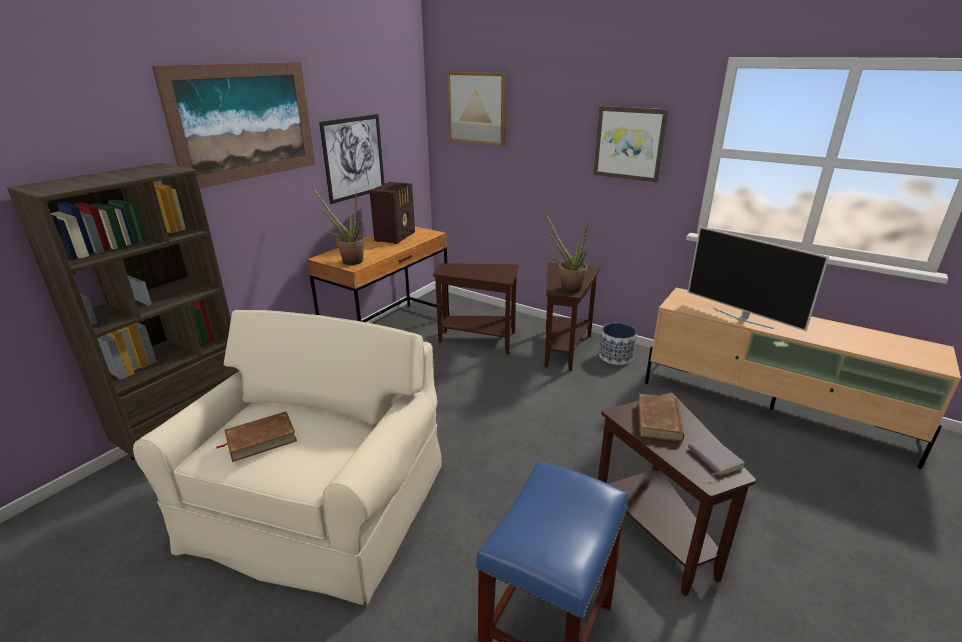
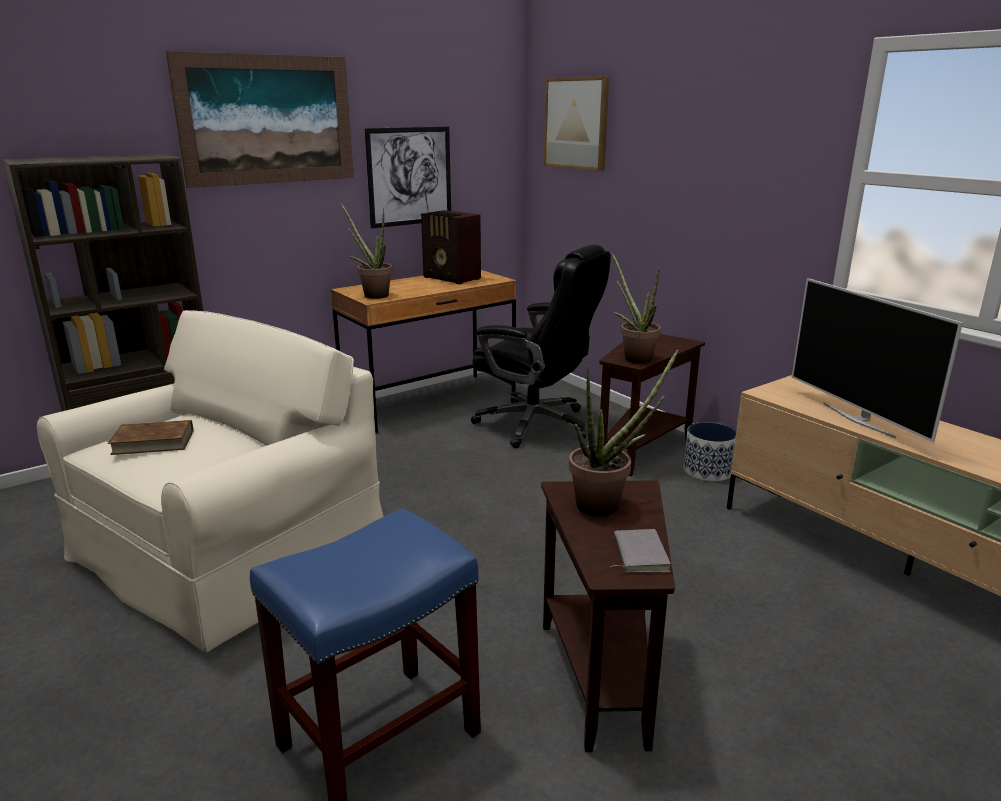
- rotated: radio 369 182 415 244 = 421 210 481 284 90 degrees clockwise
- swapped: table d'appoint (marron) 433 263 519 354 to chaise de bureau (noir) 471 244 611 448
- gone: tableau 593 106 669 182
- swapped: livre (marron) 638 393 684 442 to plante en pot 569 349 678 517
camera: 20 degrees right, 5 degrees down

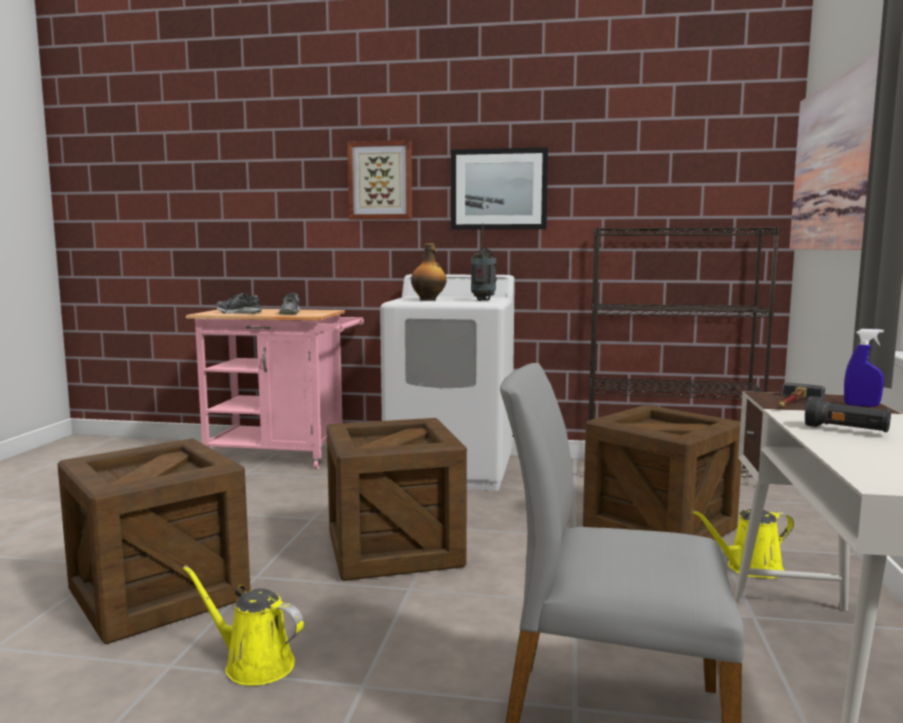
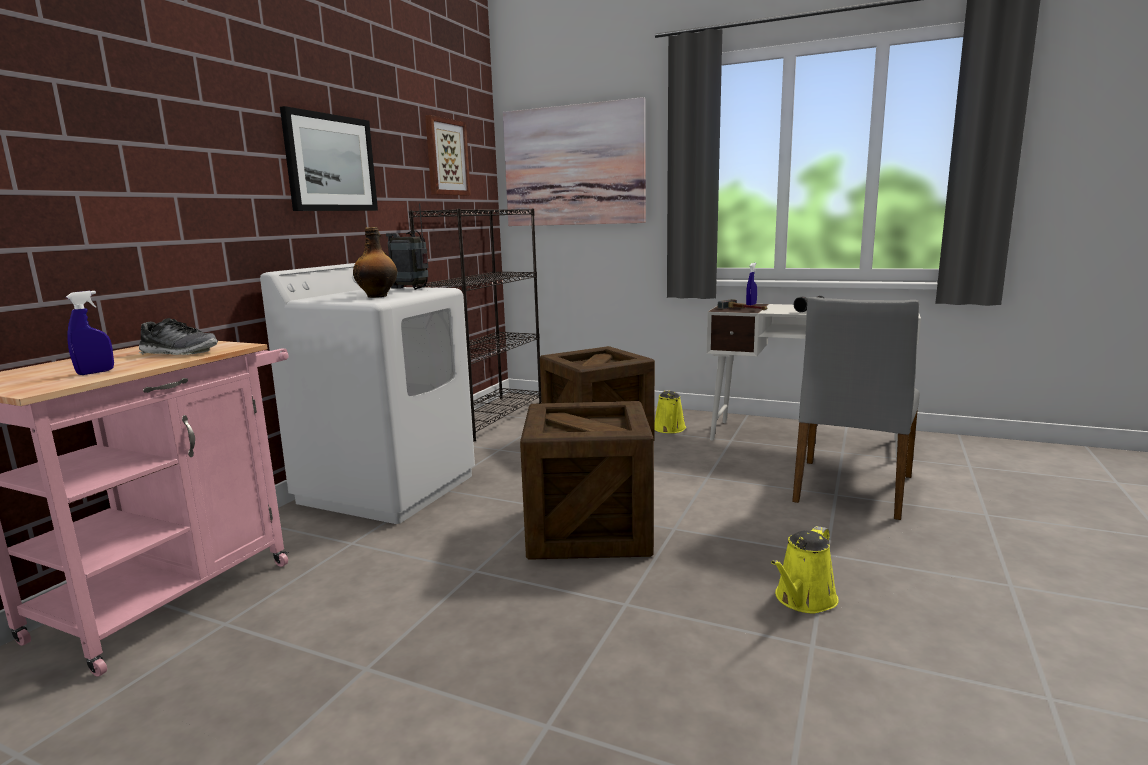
- gone: caisse 57 438 250 644
- swapped: chaussure 216 293 263 314 to vaporisateur (bleu) 66 291 114 375
- shifted: tableau 347 140 412 220 to 425 115 471 196
camera: 75 degrees left, 5 degrees up

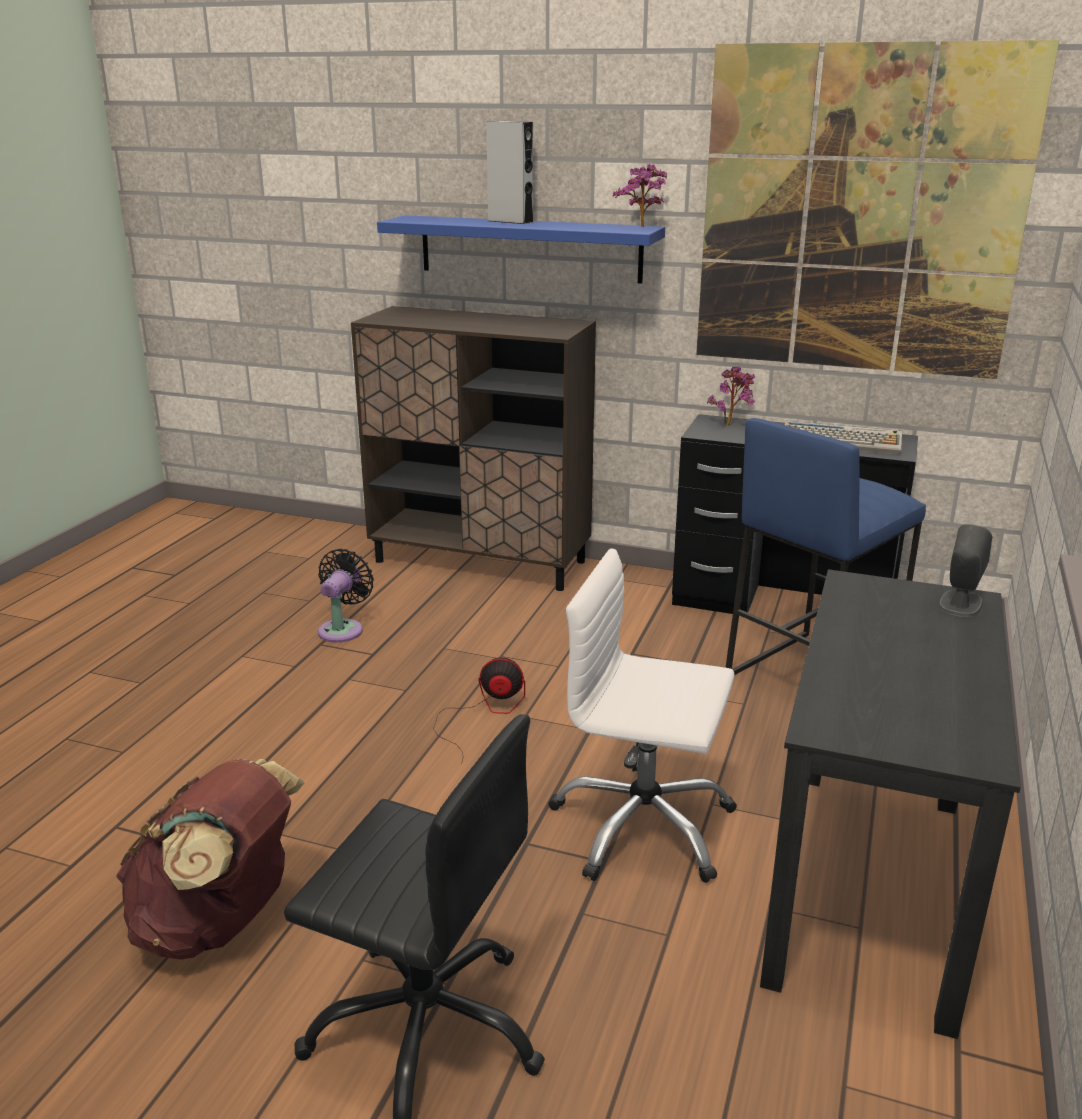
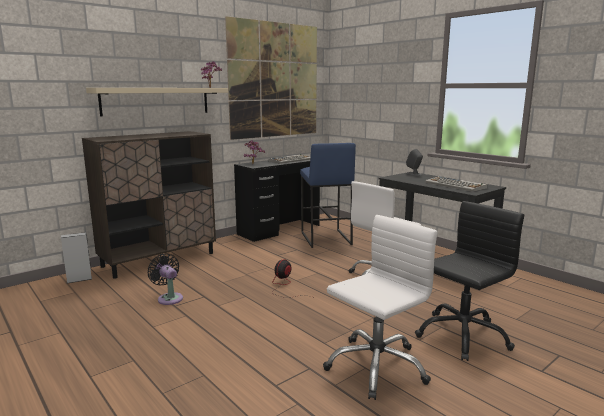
- swapped: sac à dos (marron) 116 759 305 959 to chaise de bureau (blanc) 323 215 438 400
- repainted: étagère (bleu) 377 215 665 284 to étagère (beige) 86 88 228 117
- shifted: enceinte (gris) 486 121 533 224 to 61 232 92 283
- new: clavier 425 176 487 192
camera: 60 degrees left, 10 degrees down

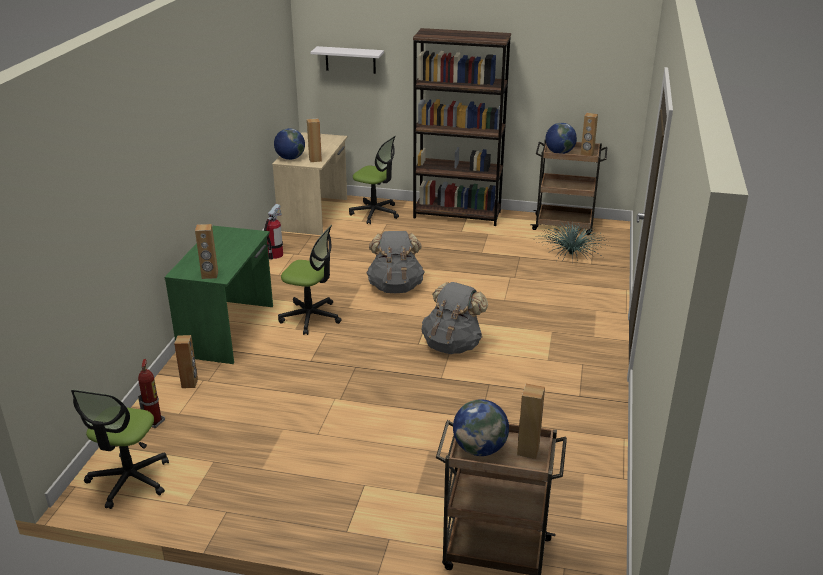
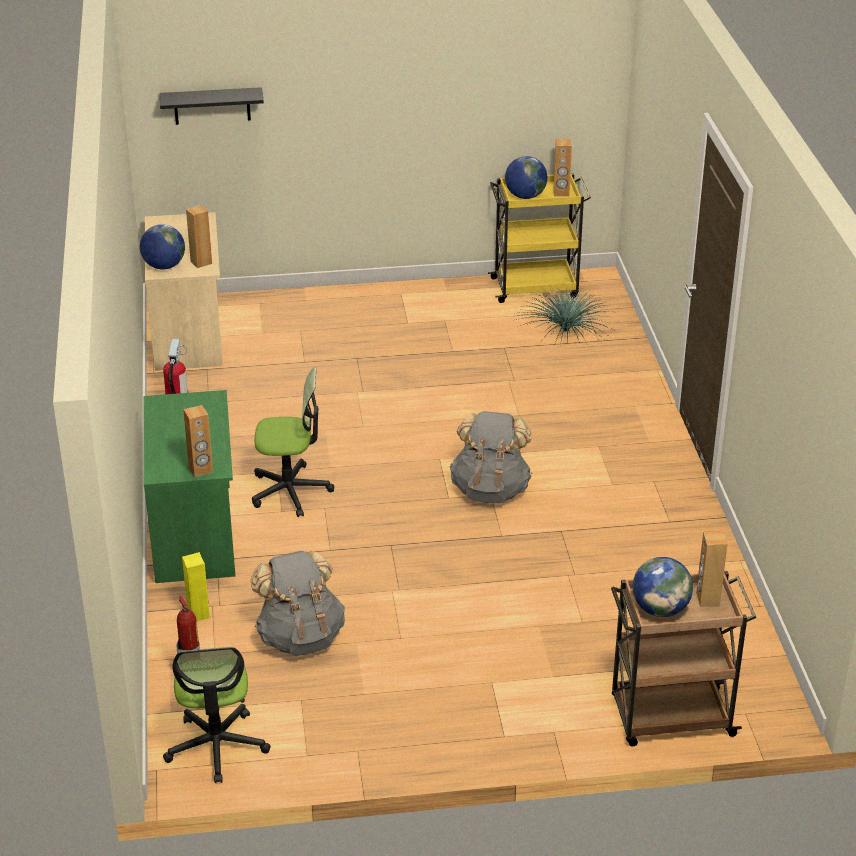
- repainted: enceinte (marron) 174 335 198 388 to enceinte (jaune) 182 552 210 621
- repainted: étagère (blanc) 311 46 384 74 to étagère (noir) 160 87 264 125
- gone: chaise de bureau 349 136 399 224
- shifted: sac à dos (gris) 366 231 425 293 to 250 551 345 656
- gone: bibliothèque (marron) 413 28 511 226
- repainted: chariot (marron) 530 141 607 235 to chariot (jaune) 488 173 591 303
camera: 20 degrees left, 5 degrees up

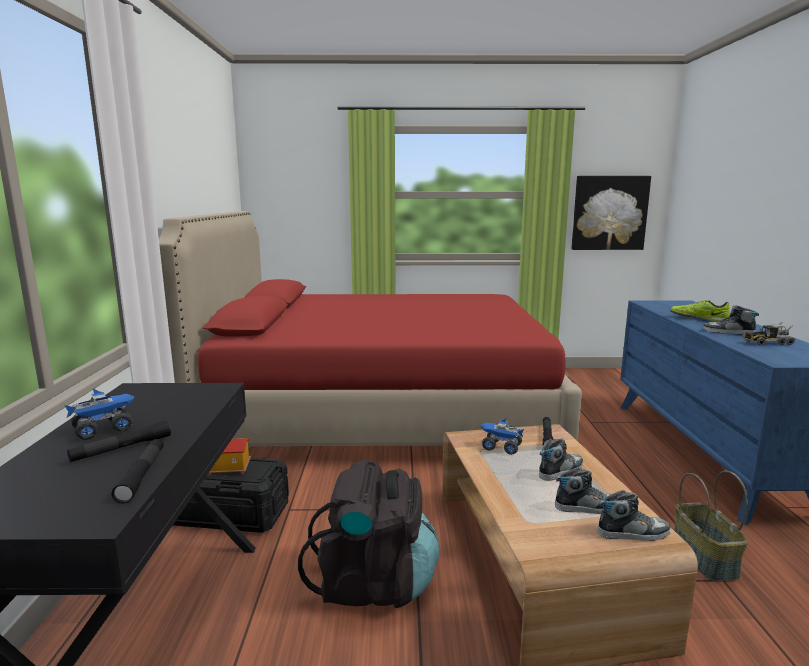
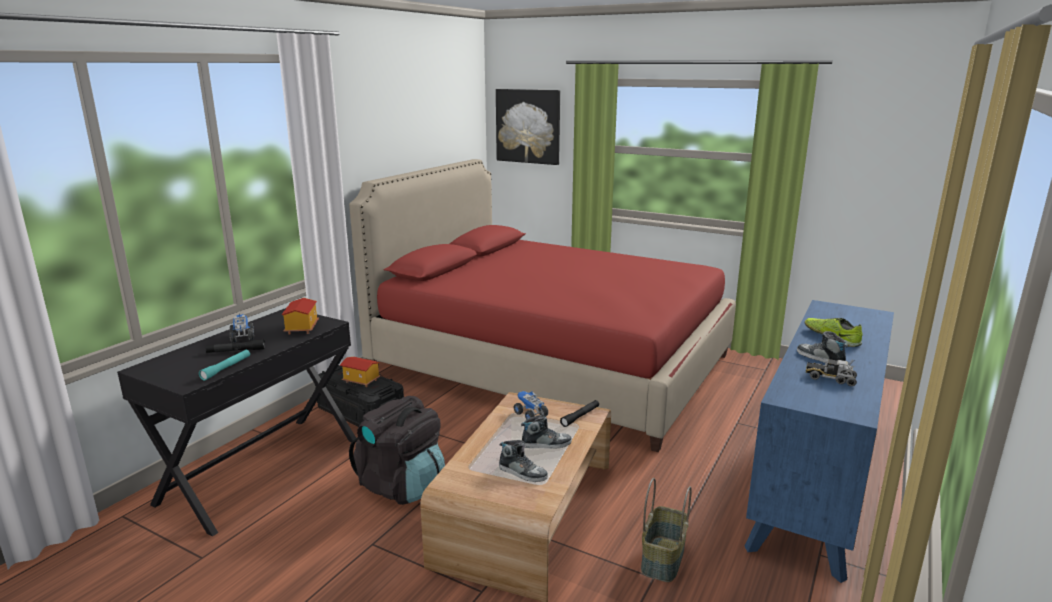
- rotated: camion jouet 64 388 135 440 = 229 314 255 343 105 degrees counterclockwise
- repainted: lampe de poche (noir) 112 439 164 503 to lampe de poche (turquoise) 199 350 250 380
- shifted: tableau 571 176 651 250 to 496 89 560 165
- gone: chaussure 598 490 670 541
- new: maison miniature 282 298 319 335
camera: 30 degrees right, 5 degrees up

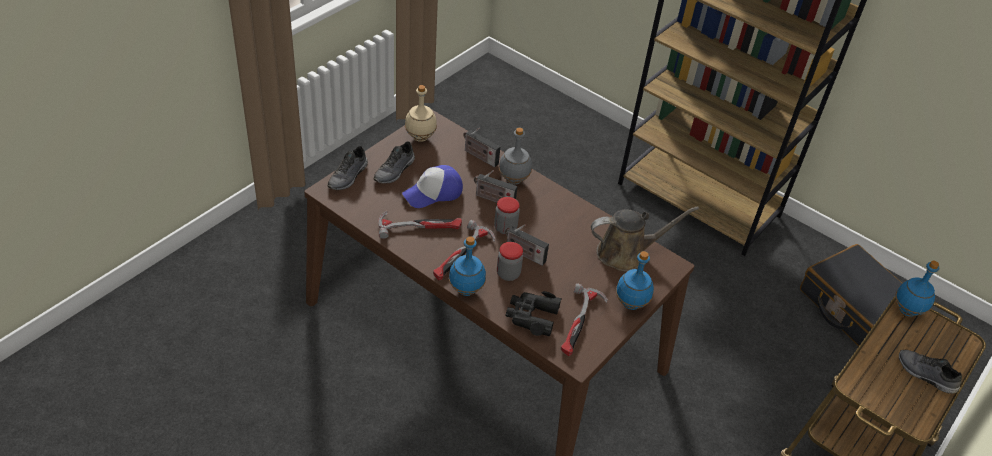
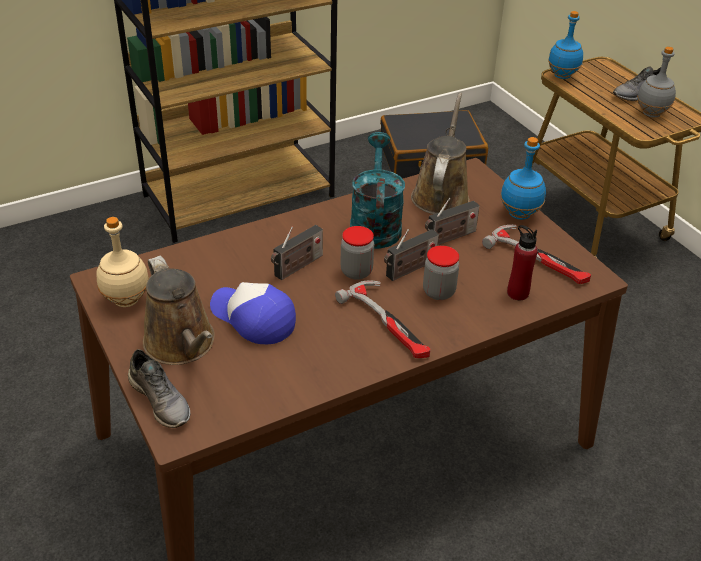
- swapped: chaussure (gris) 373 141 415 184 to arrosoir (marron) 143 256 215 365
- gone: marteau 378 211 462 239
- rotated: casquette 402 165 463 208 = 210 282 296 344 135 degrees clockwise
- gone: bouteille (bleu) 449 236 486 296
- shifted: radio 463 127 500 167 to 425 197 480 245
- shifted: bouteille (gris) 499 128 532 185 to 637 47 676 117
- swapped: jumelles (noir) 505 291 562 337 to bouteille (rouge) 507 225 538 300
- new: arrosoir (turquoise) 350 132 405 249
camera: 65 degrees left, 5 degrees down

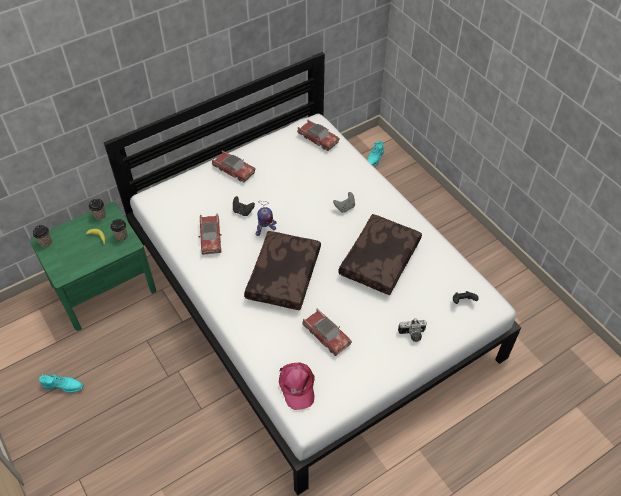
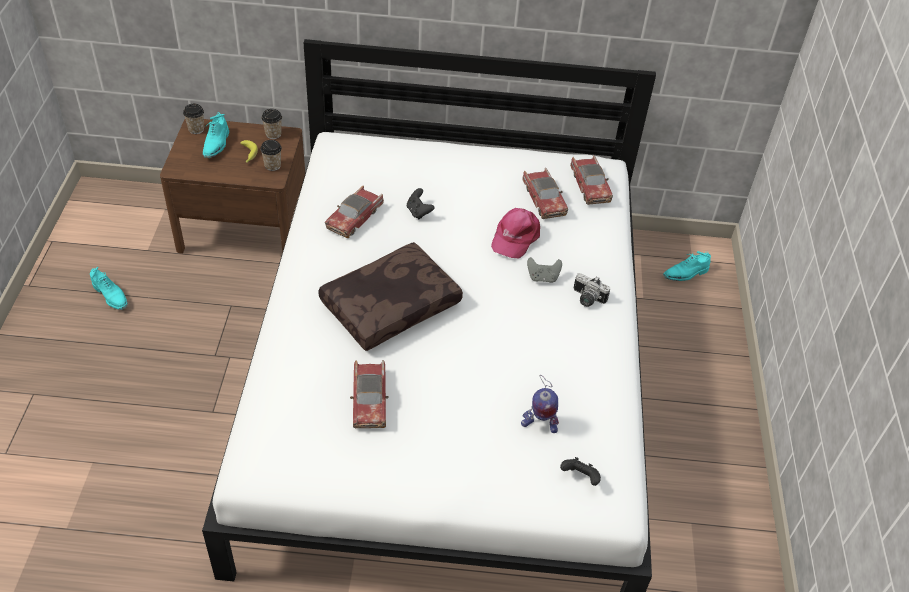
- repainted: table de chevet (vert) 30 202 156 331 to table de chevet (marron) 160 119 305 254
- shifted: petite voiture 212 151 256 183 to 522 168 568 219
- shifted: robot jouet 256 201 277 236 to 521 375 559 433
- shifted: casquette (rose) 279 362 314 410 to 491 208 540 258
- gone: coussin (marron) 338 214 422 295
- shifted: appareil photo 398 319 427 342 to 574 273 610 307
- new: chaussure (turquoise) 203 112 229 158
camera: 35 degrees right, 5 degrees down

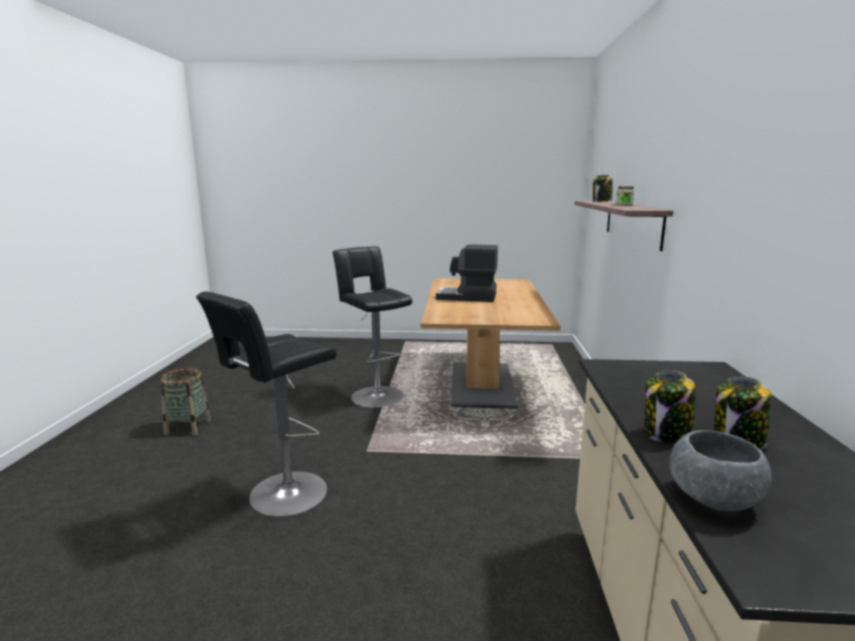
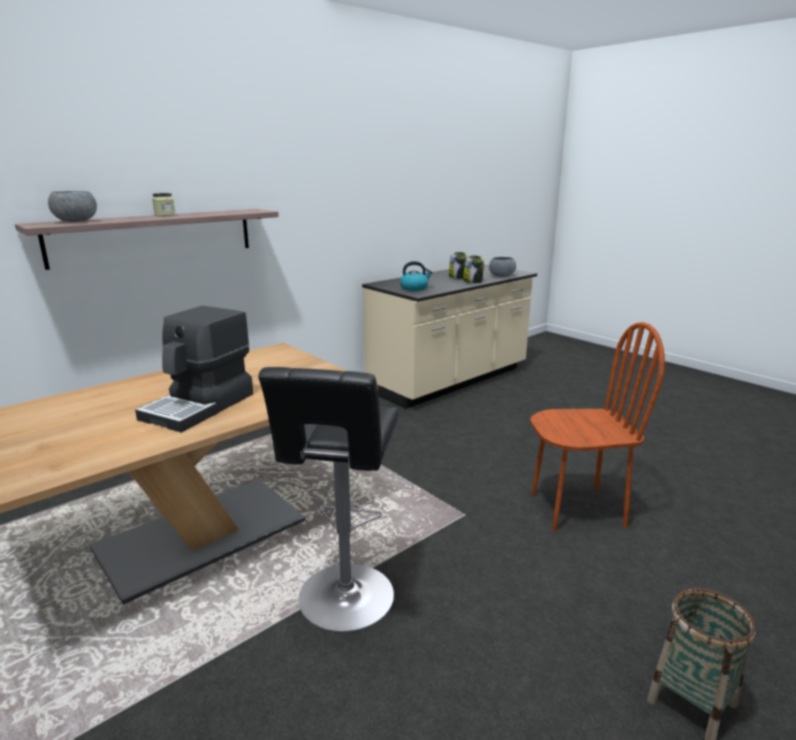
- swapped: tabouret (noir) 196 291 337 517 to chaise (marron) 530 322 665 531
- rotated: machine à café 436 244 498 302 = 135 306 253 432 60 degrees clockwise
- swapped: bocal 593 175 613 202 to bol (gris) 48 191 97 222
- new: bouilloire 400 261 433 291
camera: 135 degrees left, 5 degrees up

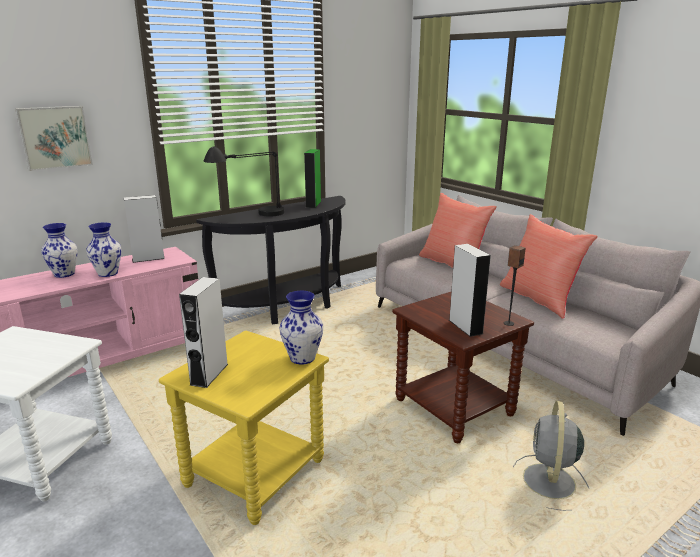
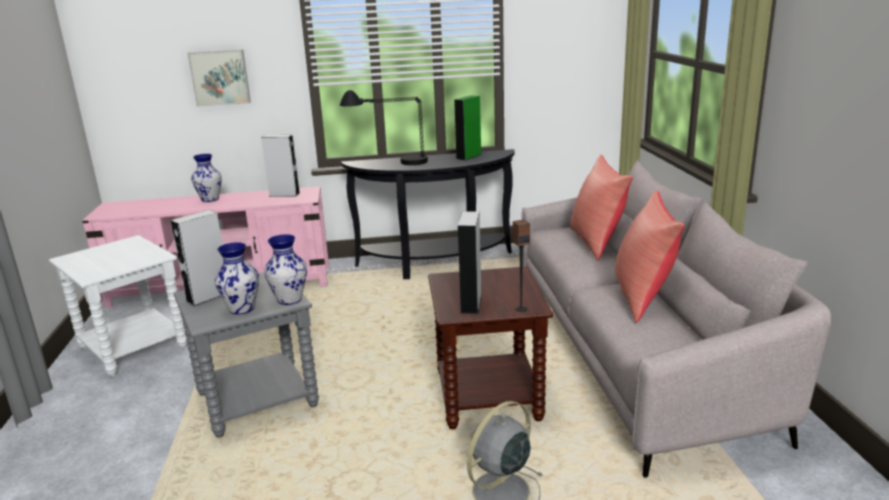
- shifted: vase 86 222 122 277 to 214 242 259 315
- repainted: table d'appoint (jaune) 159 331 329 525 to table d'appoint (gris) 174 272 319 438
camera: 30 degrees right, 0 degrees up

